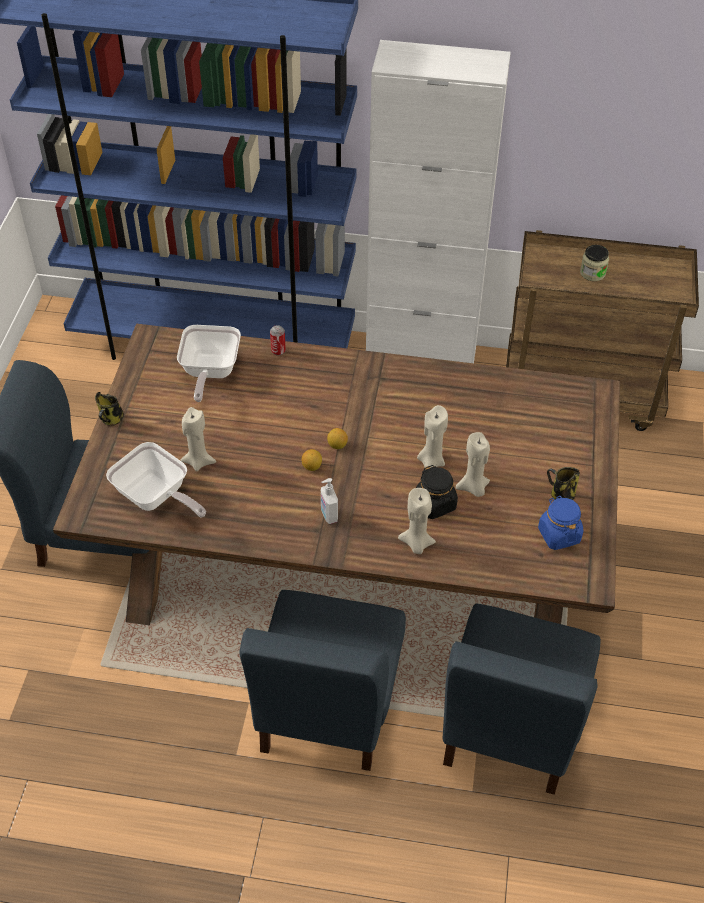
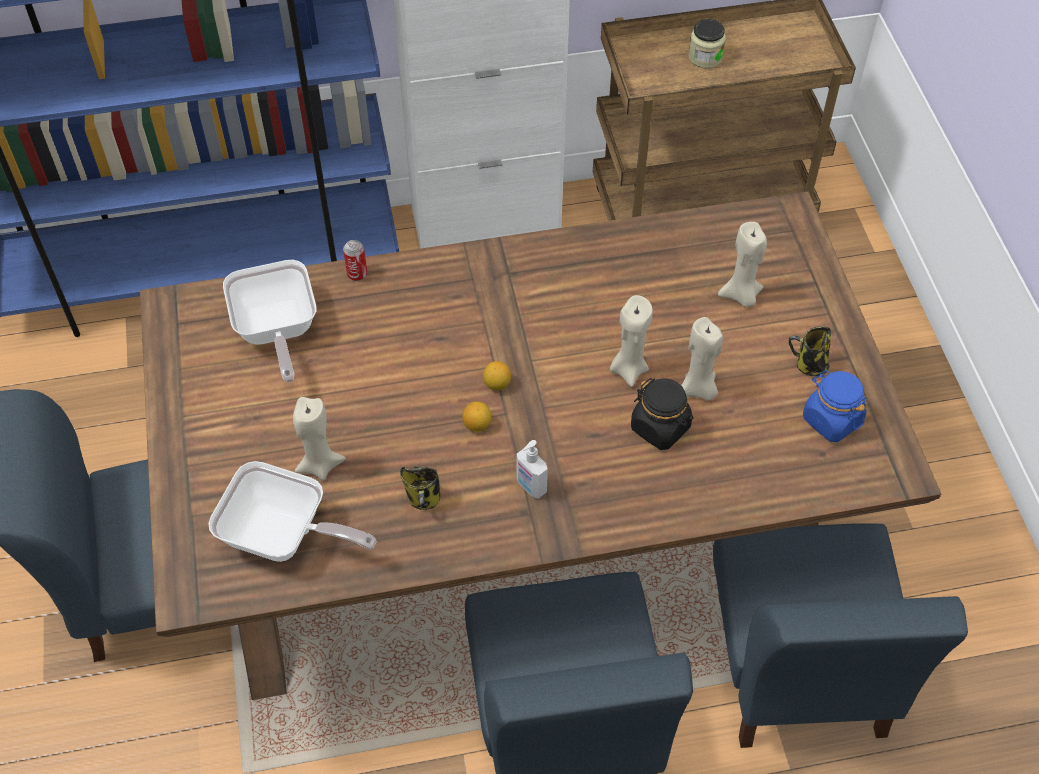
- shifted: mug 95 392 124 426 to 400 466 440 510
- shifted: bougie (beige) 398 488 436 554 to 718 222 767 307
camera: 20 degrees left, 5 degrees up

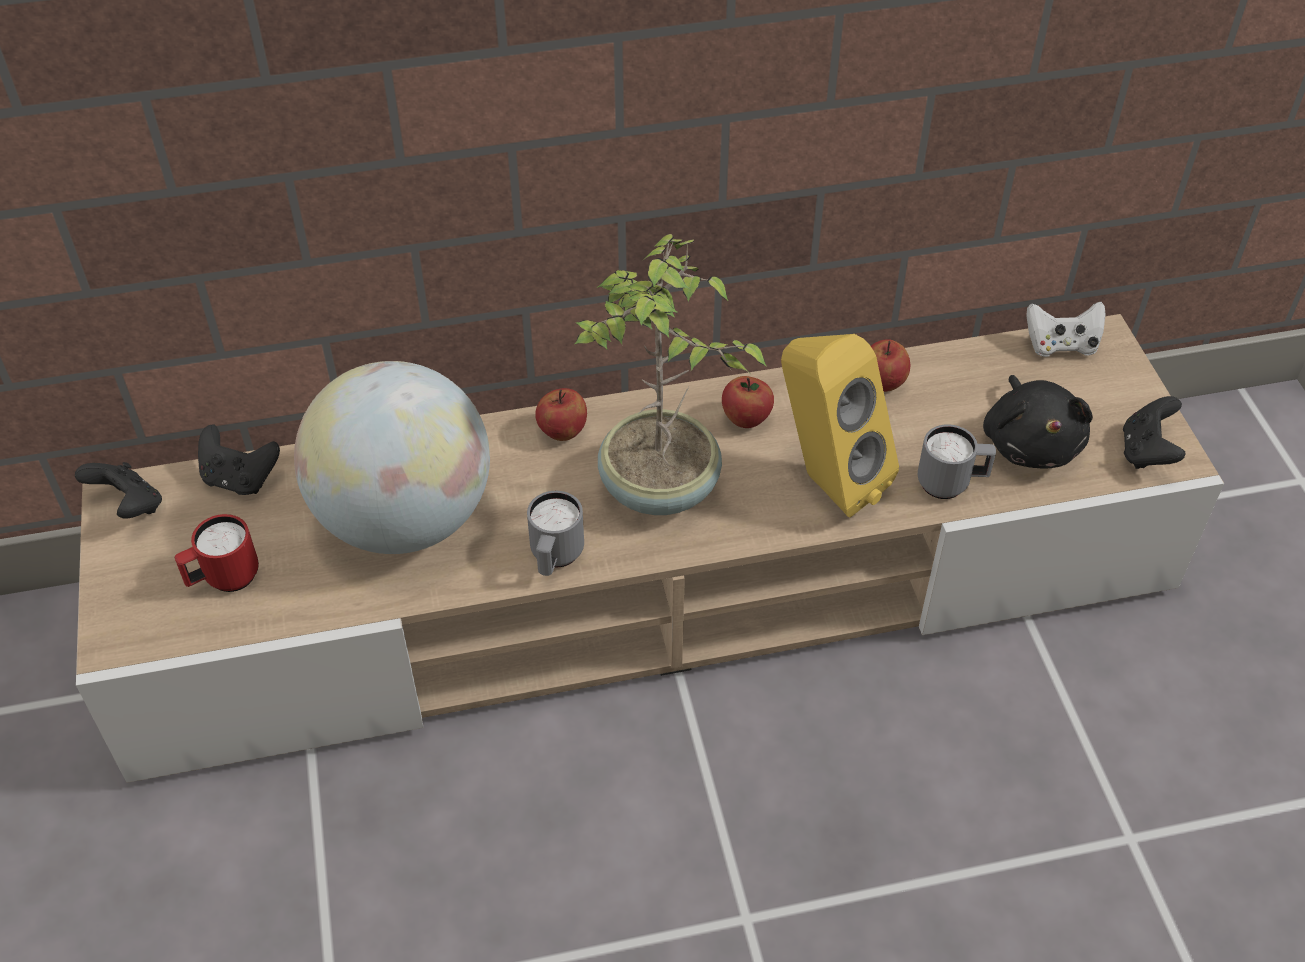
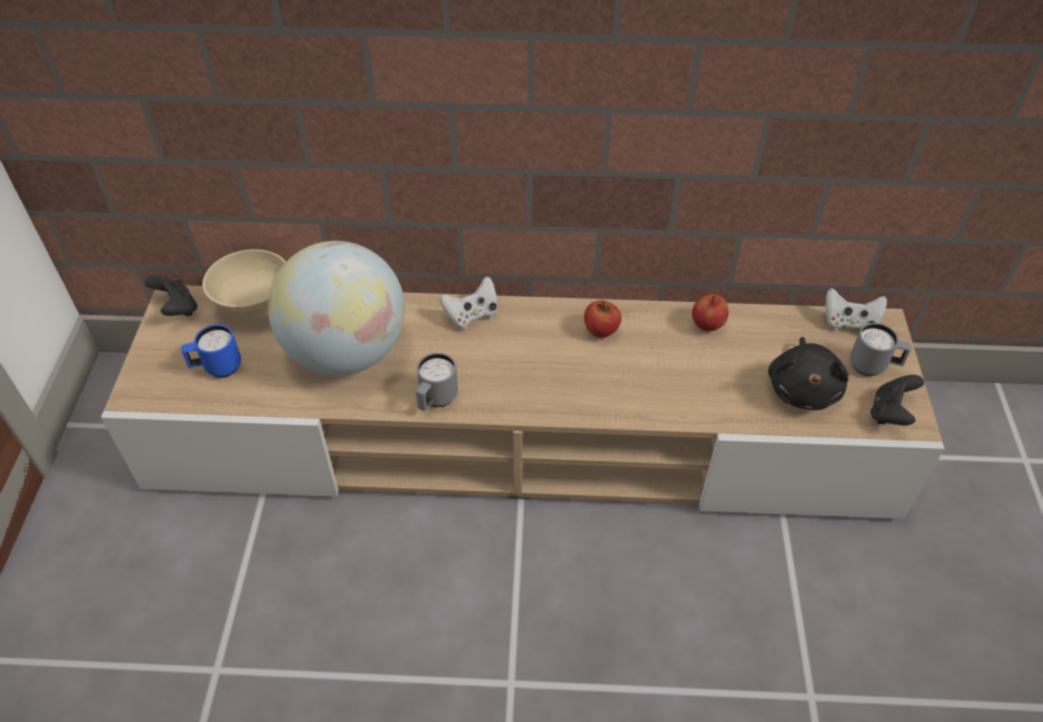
- repainted: mug (rouge) 175 514 259 592 to mug (bleu) 181 324 241 378
- swapped: manette (noir) 198 425 280 495 to bol (beige) 202 249 286 317
- swapped: pomme 535 388 587 441 to manette (blanc) 439 276 498 329
- gone: plante en pot 575 234 767 515
- gone: enceinte (jaune) 781 334 899 518
- shifted: mug (gris) 918 424 996 499 to 850 323 912 376
camera: 15 degrees right, 0 degrees up

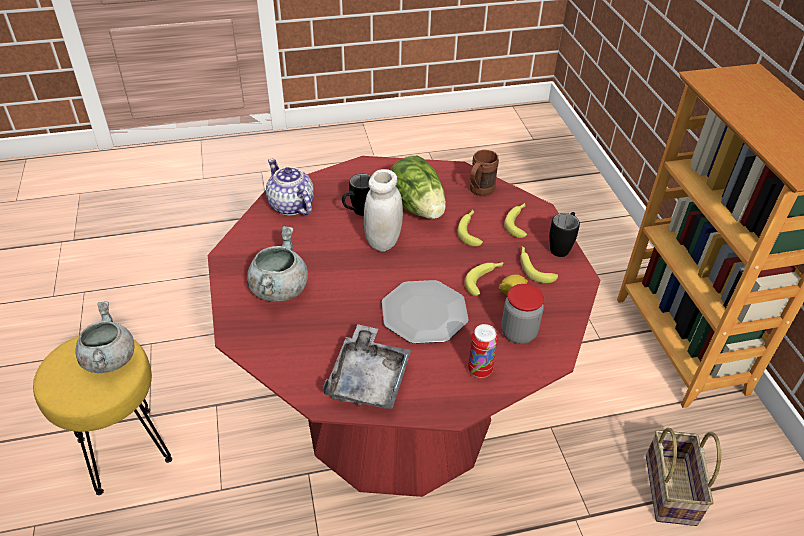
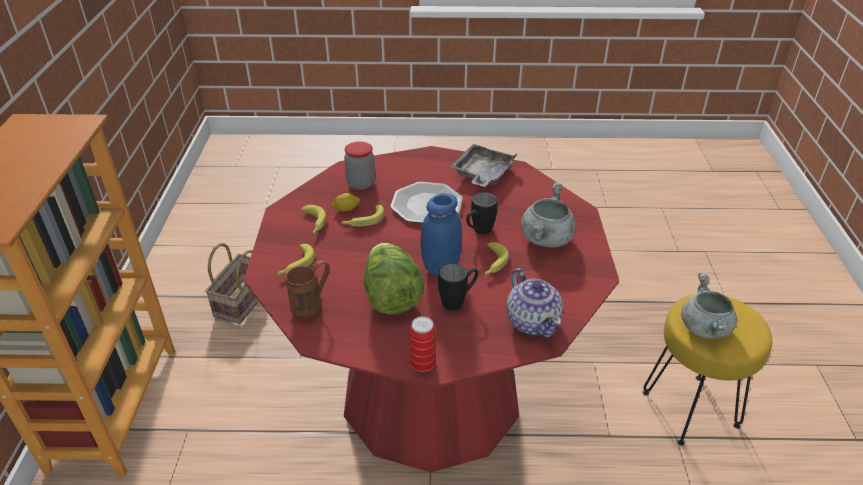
- repainted: bocal (blanc) 364 169 403 251 to bocal (bleu) 420 193 462 276
- shifted: banane 457 210 483 246 to 485 242 509 275
- shifted: boîte métallique 468 324 498 378 to 409 316 435 372
- shifted: mug (noir) 549 212 580 257 to 466 192 498 235
camera: 165 degrees left, 5 degrees down

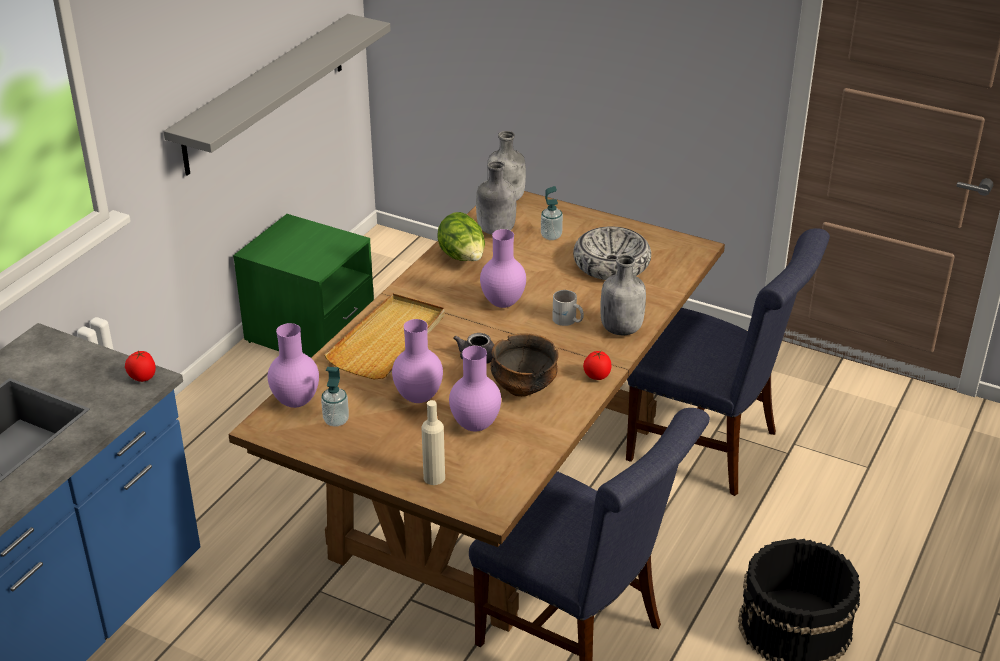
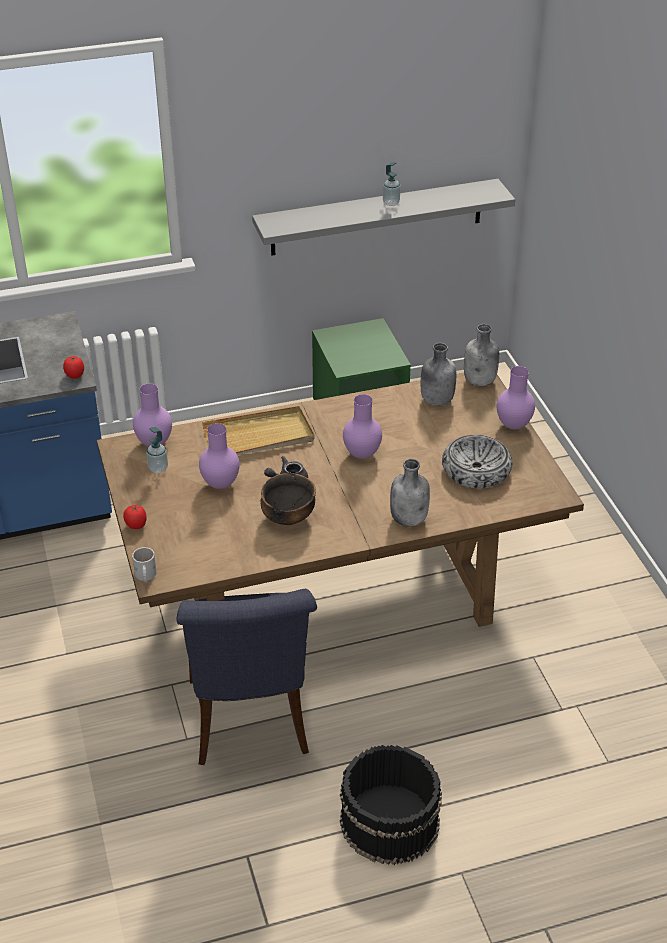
- gone: bouteille (beige) 421 400 445 485
- gone: laitue 437 212 485 261
- shifted: vase (violet) 449 346 501 432 to 497 366 535 429
- shifted: distributeur de savon 541 186 563 240 to 383 162 400 206
- shifted: mug (blanc) 552 290 584 326 to 132 547 157 583
- shifted: tomate 583 351 611 380 to 123 505 147 529
- gone: chaise (bleu) 626 228 830 496
camera: 45 degrees right, 5 degrees up

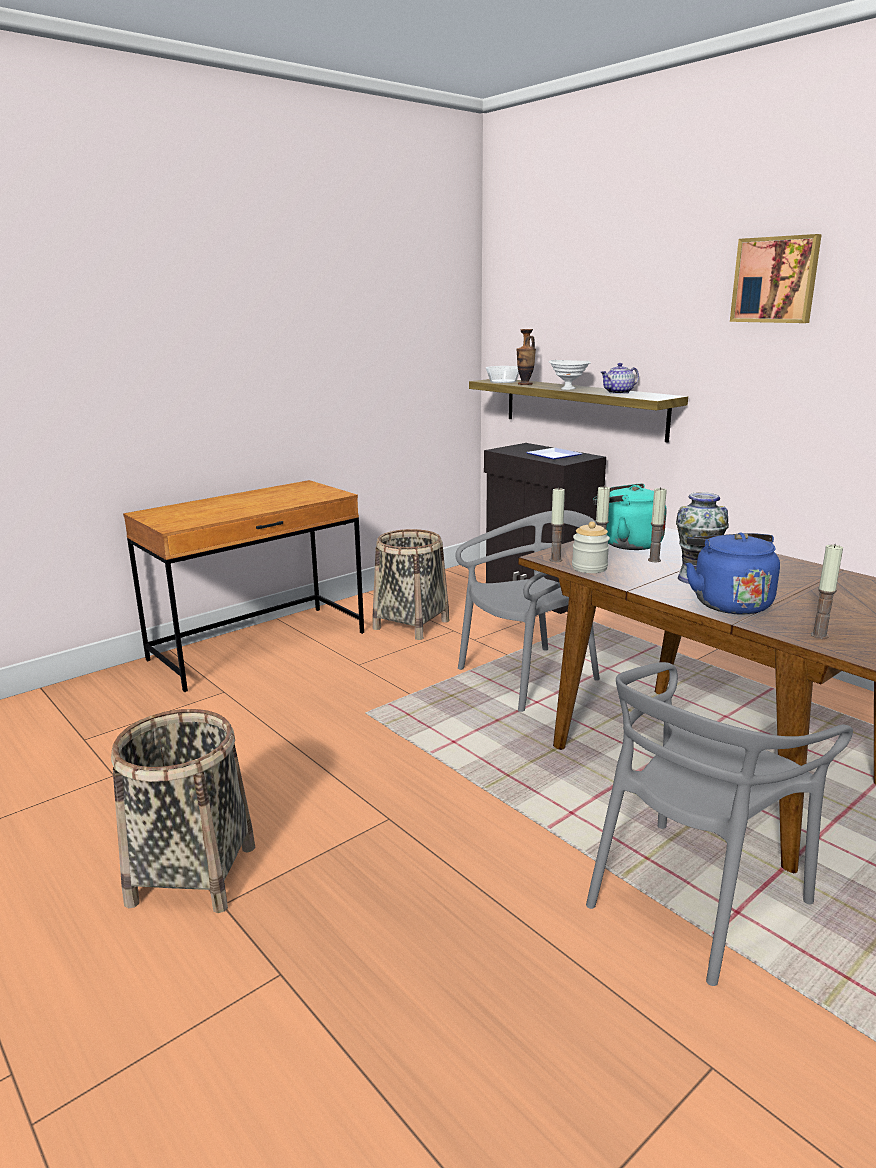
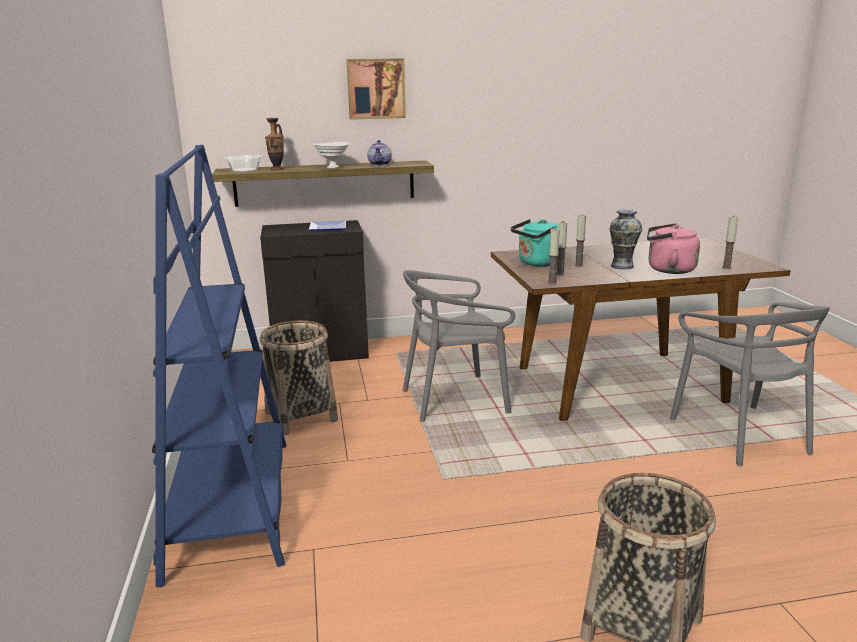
- swapped: bureau (marron) 123 480 364 692 to bibliothèque (bleu) 152 144 287 587
- rotated: chaise (gris) 455 510 600 712 = 403 270 515 422 105 degrees counterclockwise
- gone: bocal 572 521 610 573
- repainted: bouilloire (bleu) 686 533 780 615 to bouilloire (rose) 647 223 700 274
- shifted: tableau 730 234 822 323 to 346 58 406 120
camera: 60 degrees left, 0 degrees up

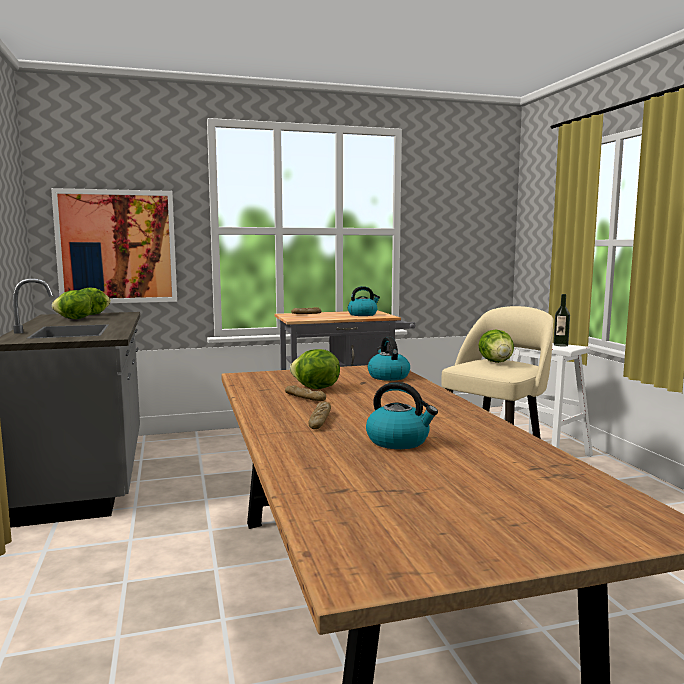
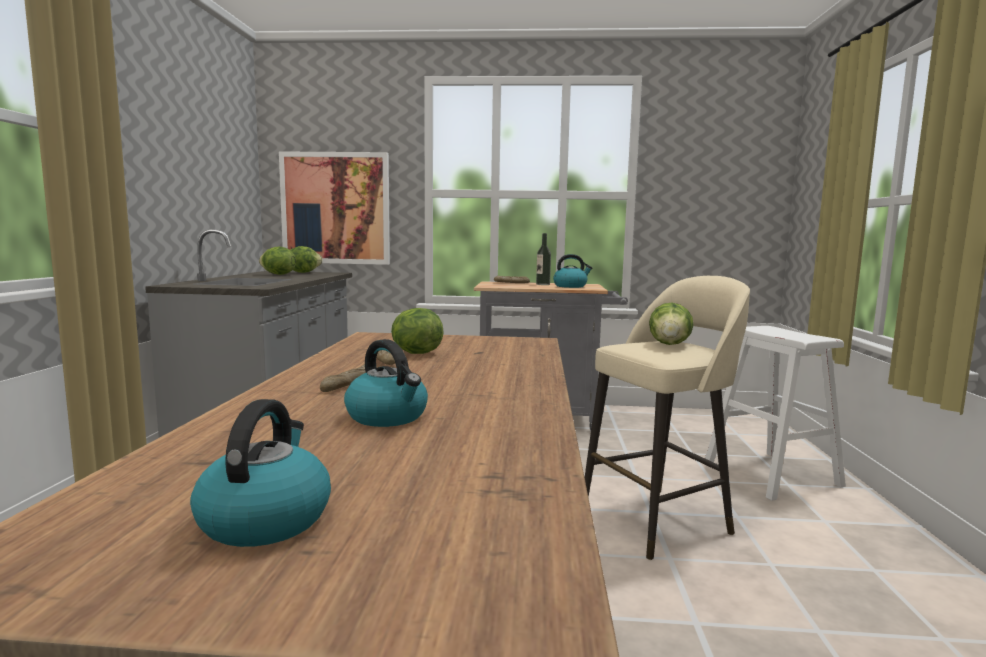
- shifted: bouilloire 368 337 410 381 to 190 399 331 547
- shifted: bouteille 553 294 570 346 to 536 233 551 285
camera: 20 degrees right, 0 degrees up

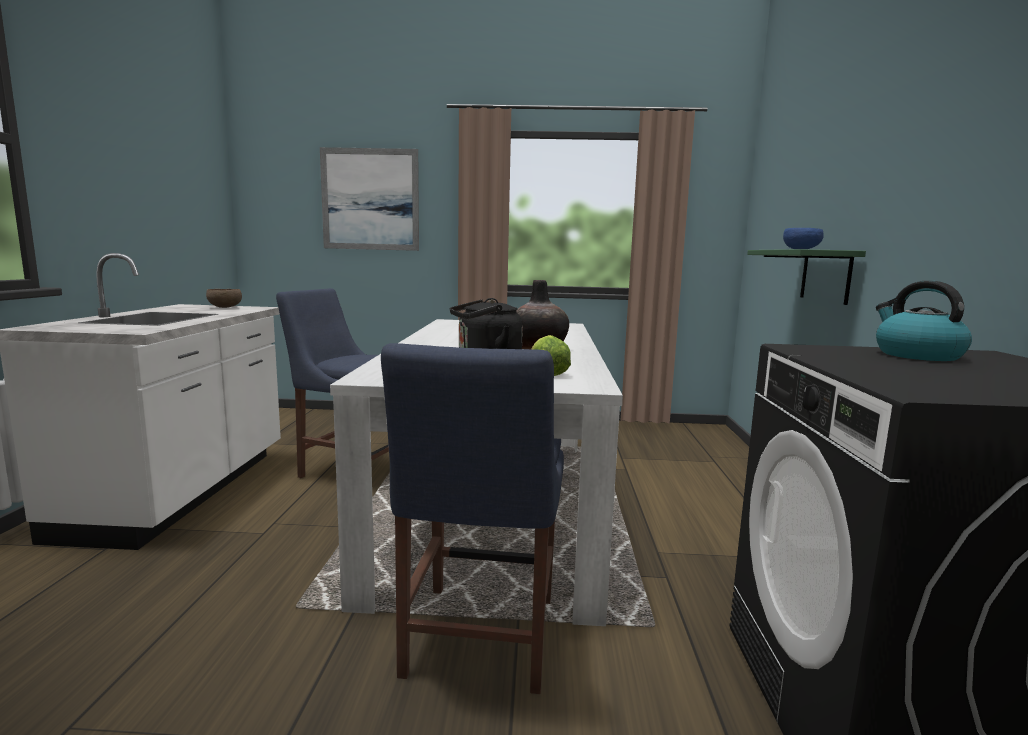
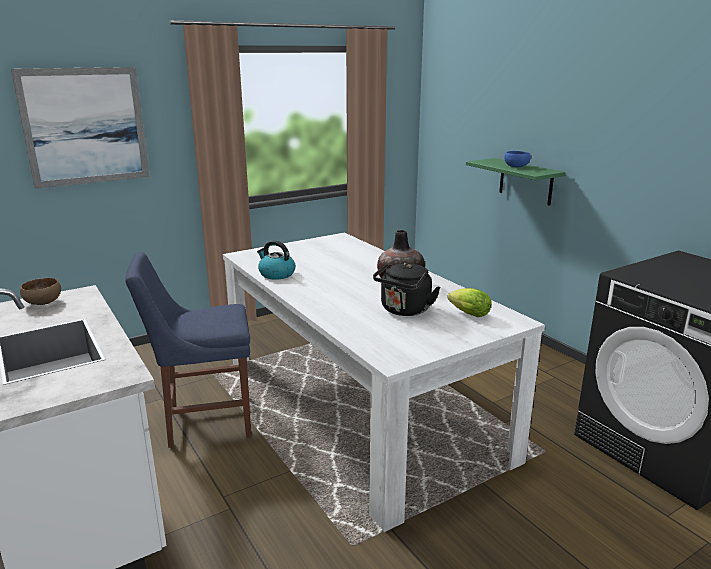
- gone: chaise (bleu) 381 343 564 694
- shifted: bouilloire 876 281 972 361 to 257 240 295 280
camera: 35 degrees left, 10 degrees up

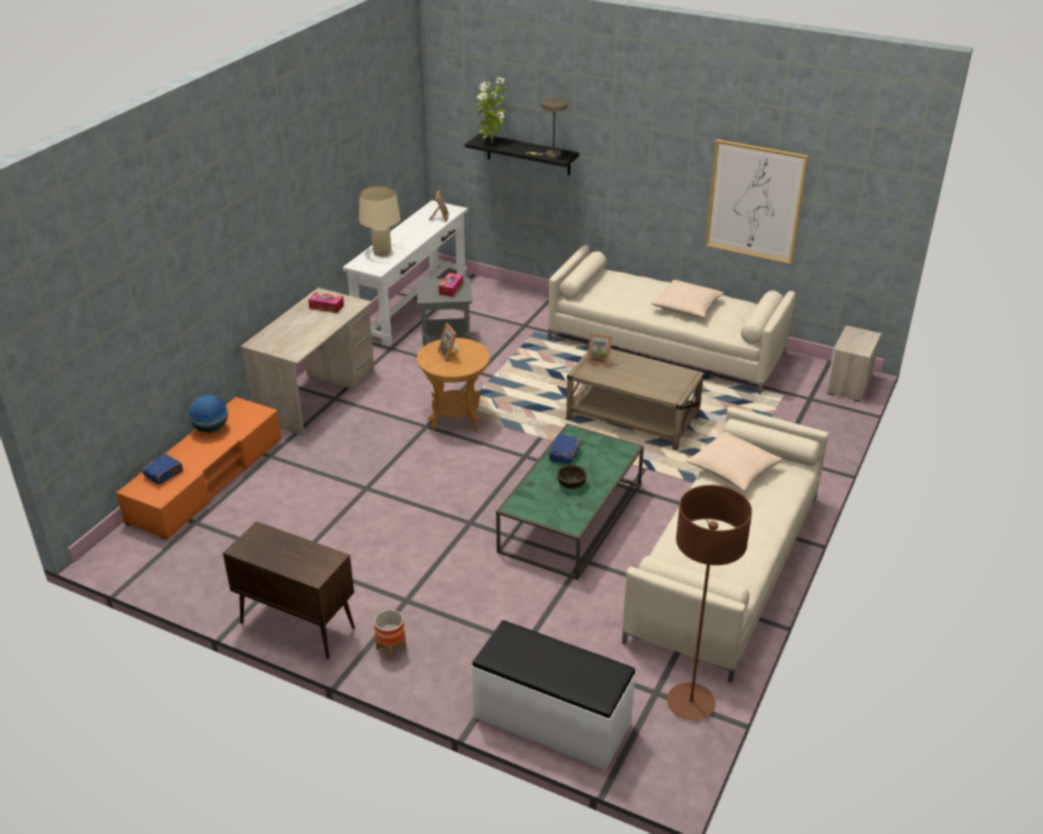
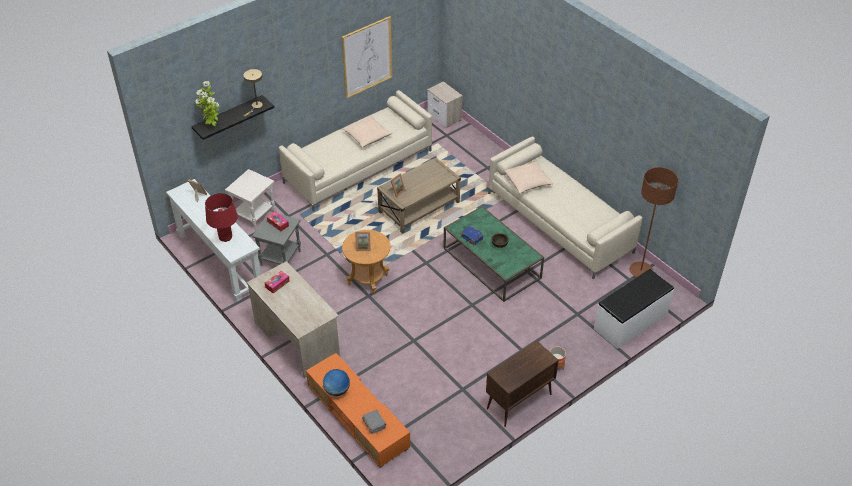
- repainted: livre (bleu) 142 454 183 485 to livre (gris) 362 409 387 434
- repainted: lampe de table (beige) 359 185 401 256 to lampe de table (rouge) 205 193 238 242
- new: table d'appoint (blanc) 225 169 275 230
camera: 65 degrees left, 10 degrees up

